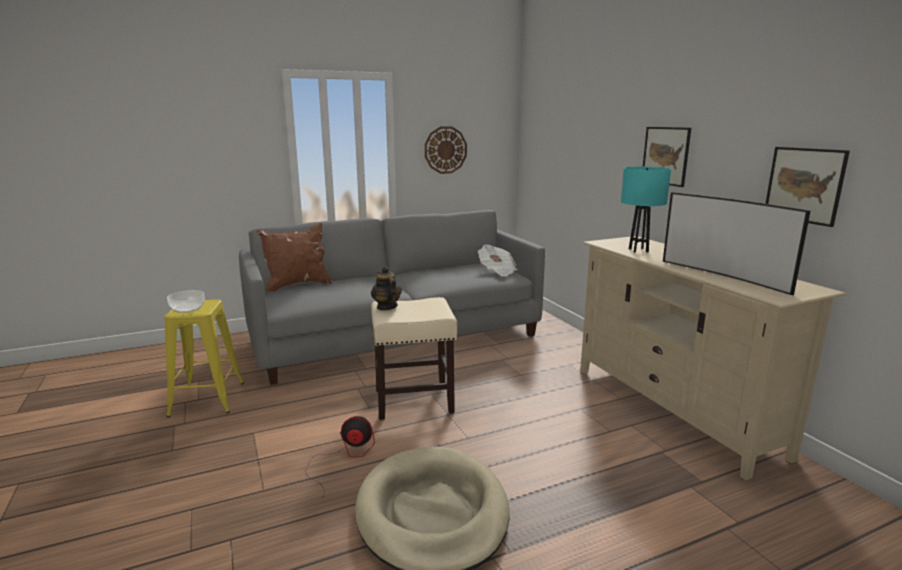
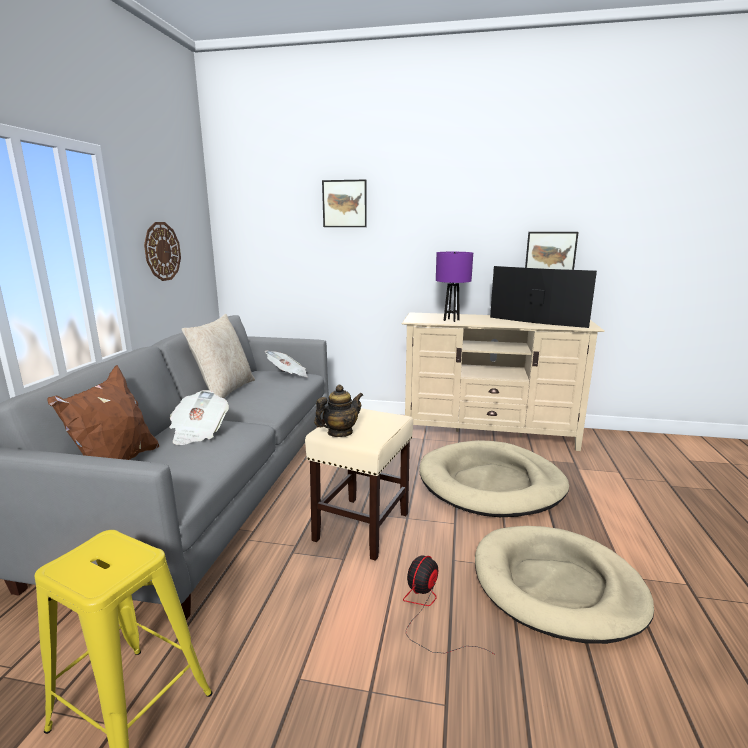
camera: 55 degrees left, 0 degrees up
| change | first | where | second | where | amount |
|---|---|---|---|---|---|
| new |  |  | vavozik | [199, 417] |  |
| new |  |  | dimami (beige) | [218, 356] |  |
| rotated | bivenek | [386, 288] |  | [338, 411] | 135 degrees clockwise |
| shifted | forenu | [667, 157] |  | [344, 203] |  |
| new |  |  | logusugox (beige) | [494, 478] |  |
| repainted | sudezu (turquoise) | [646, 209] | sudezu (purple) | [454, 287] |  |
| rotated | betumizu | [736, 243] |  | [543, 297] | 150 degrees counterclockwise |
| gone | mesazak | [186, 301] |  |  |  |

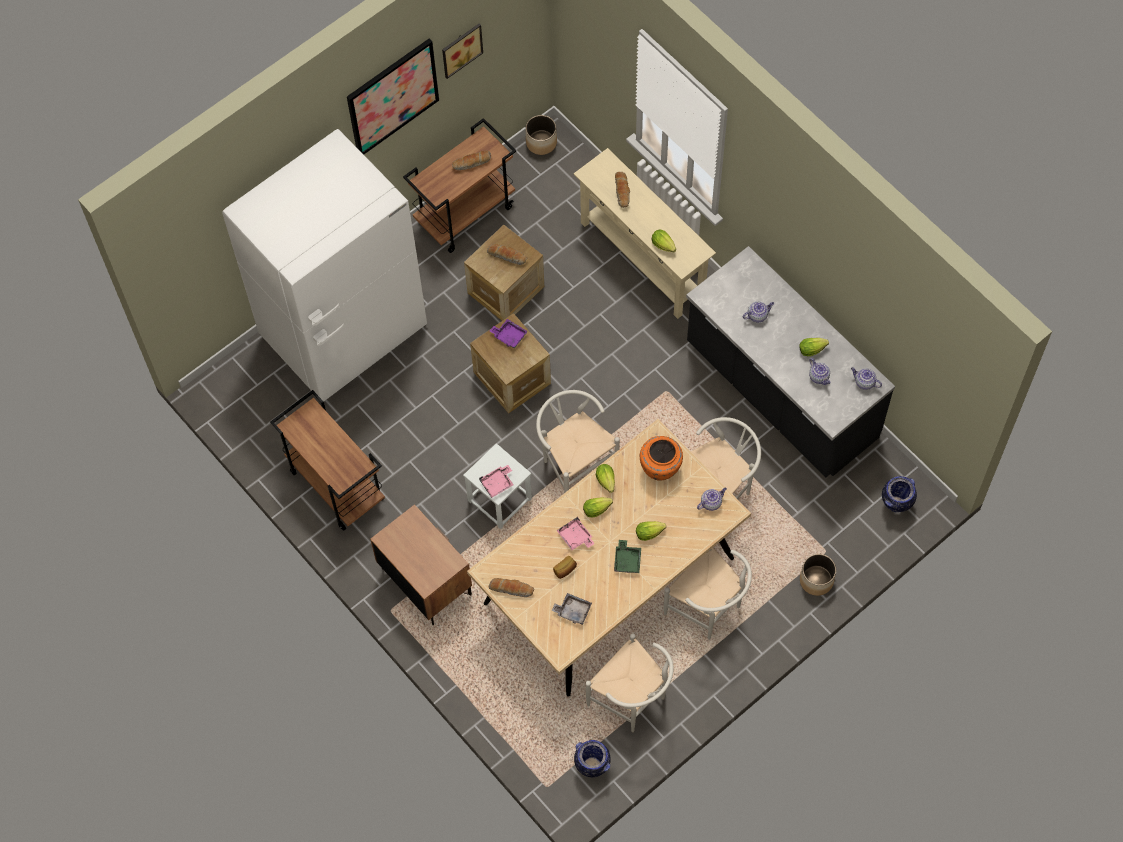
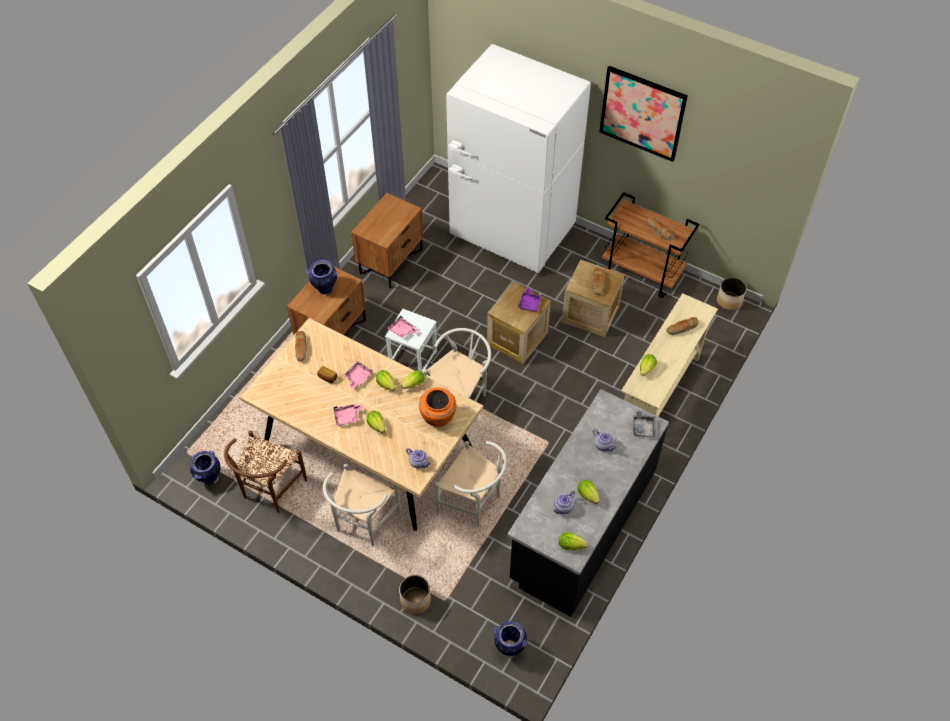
camera: 70 degrees right, 10 degrees down
| change | first | where | second | where | amount |
|---|---|---|---|---|---|
| repainted | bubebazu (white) | [630, 682] | bubebazu (brown) | [265, 472] |  |
| new |  |  | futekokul | [321, 277] |  |
| repainted | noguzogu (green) | [627, 556] | noguzogu (pink) | [348, 415] |  |
| swapped | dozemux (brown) | [327, 460] | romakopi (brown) | [387, 241] |  |
| swapped | bivenek | [866, 378] | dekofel | [573, 541] |  |
| shifted | noguzogu (grey) | [571, 609] |  | [644, 423] |  |
| gone | forenu | [462, 51] |  |  |  |

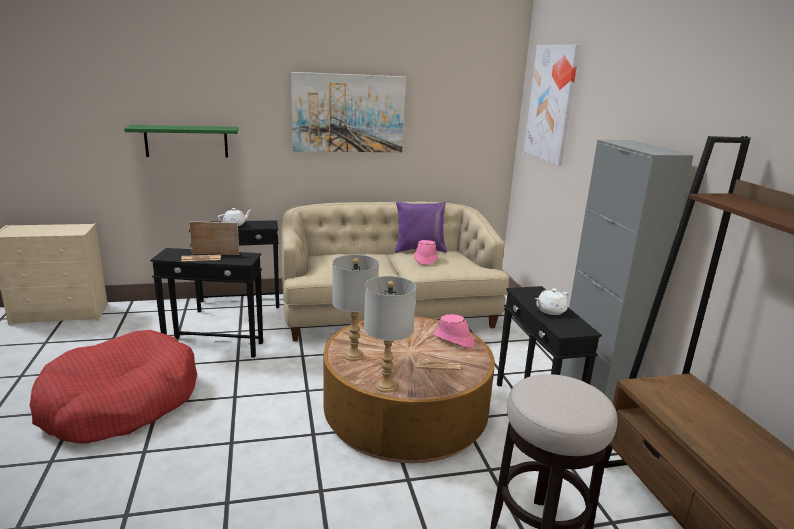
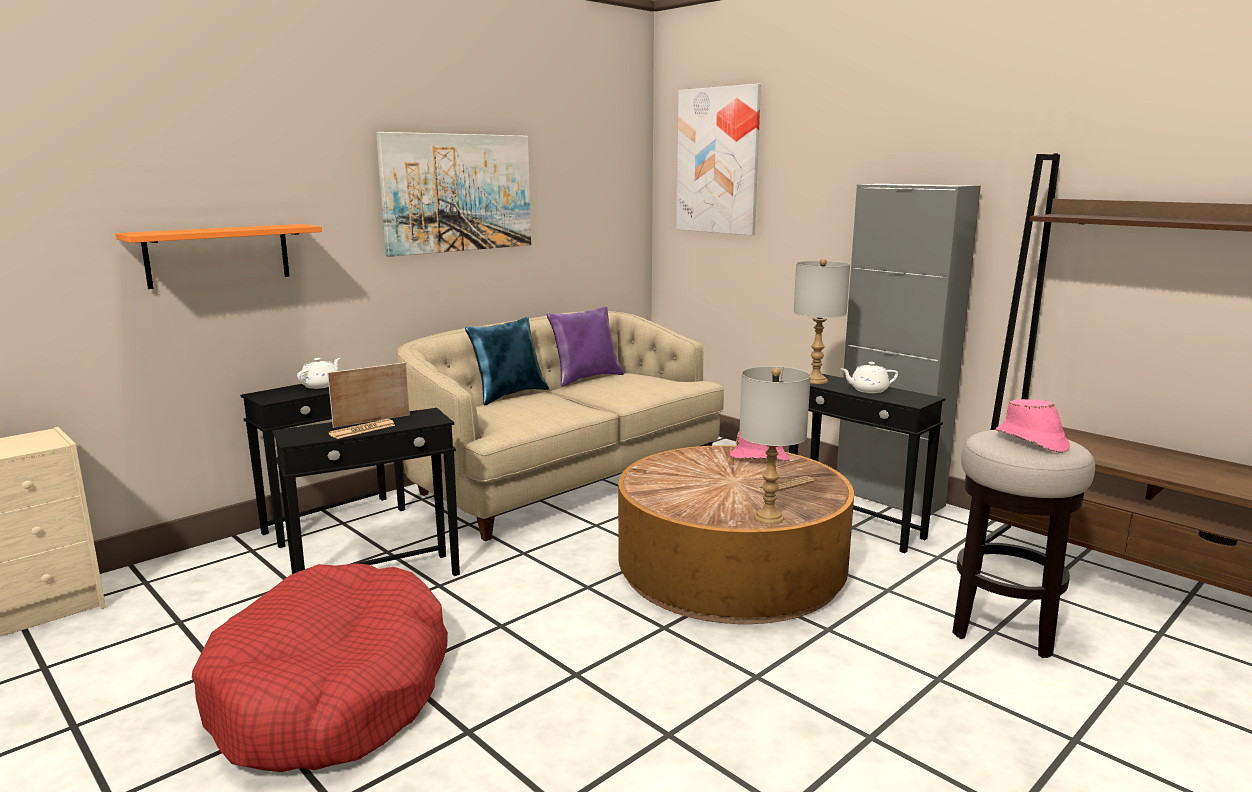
camera: 30 degrees left, 5 degrees down
| change | first | where | second | where | amount |
|---|---|---|---|---|---|
| repainted | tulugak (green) | [181, 141] | tulugak (orange) | [218, 256] |  |
| new |  |  | dimami (blue) | [507, 360] |  |
| shifted | sudezu (grey) | [355, 307] |  | [822, 321] |  |
| rotated | bivenek (white) | [552, 301] |  | [869, 377] | 60 degrees clockwise |
| shifted | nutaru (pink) | [425, 252] |  | [1033, 426] |  |

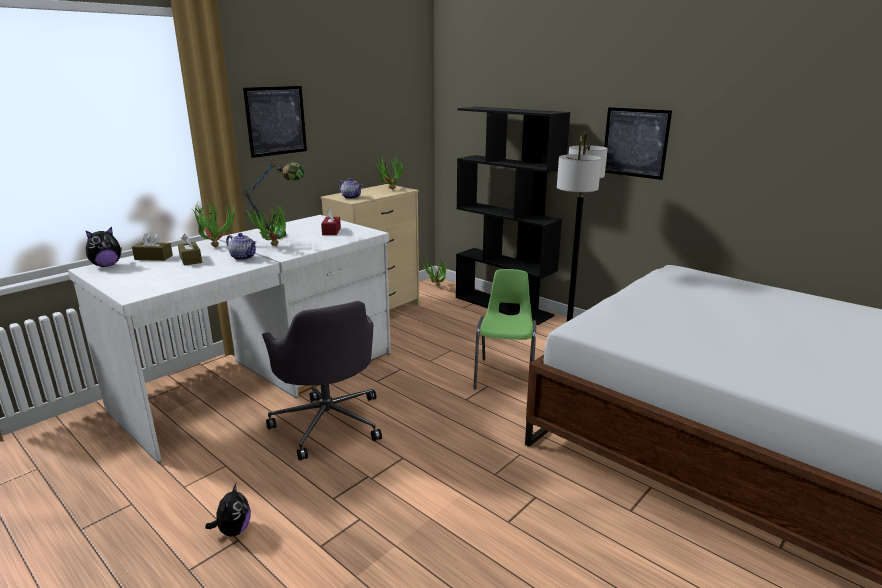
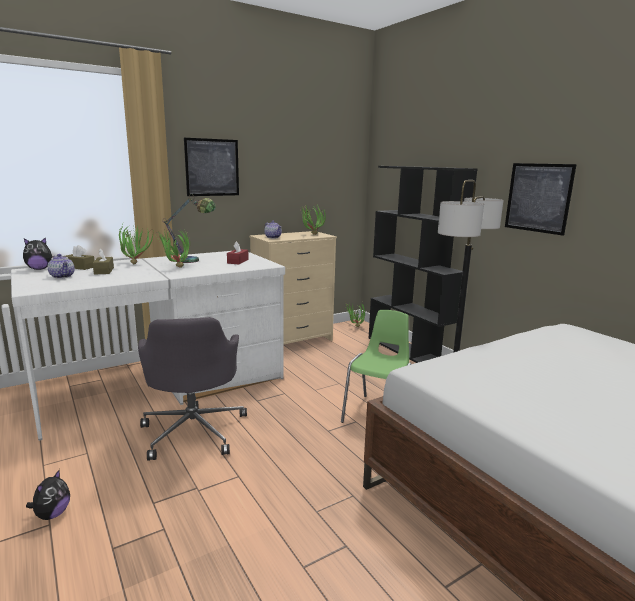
camera: 15 degrees right, 5 degrees down
| change | first | where | second | where | amount |
|---|---|---|---|---|---|
| shifted | bivenek | [241, 246] |  | [61, 266] |  |

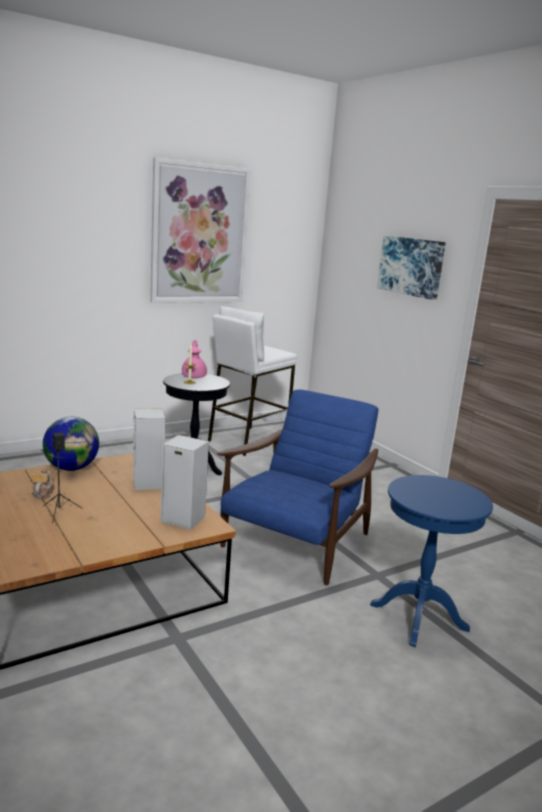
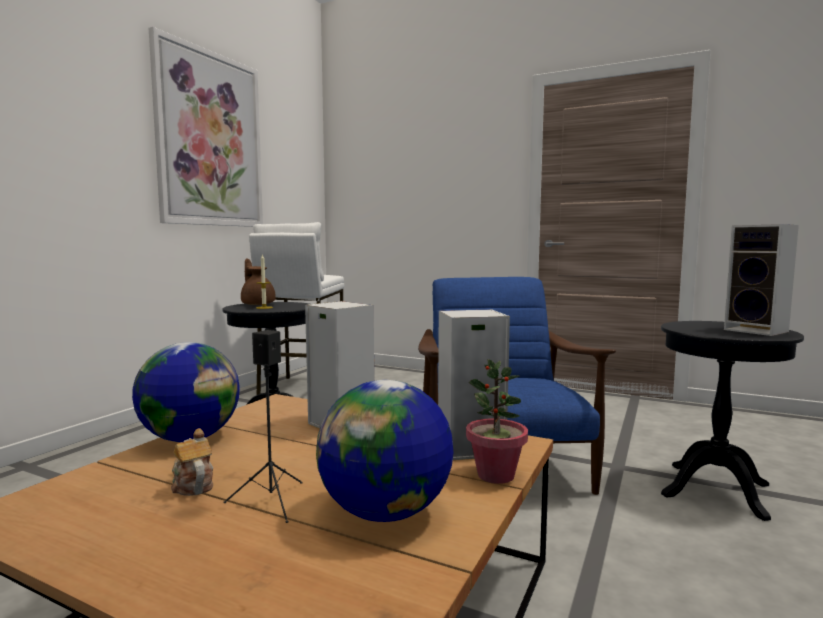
camera: 30 degrees left, 10 degrees down
| change | first | where | second | where | amount |
|---|---|---|---|---|---|
| repainted | bivenek (pink) | [194, 359] | bivenek (brown) | [258, 281] |  |
| new |  |  | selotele | [384, 451] |  |
| new |  |  | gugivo | [497, 421] |  |
| repainted | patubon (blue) | [431, 561] | patubon (black) | [732, 421] |  |
| new |  |  | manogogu | [761, 280] |  |
| gone | forenu | [411, 268] |  |  |  |

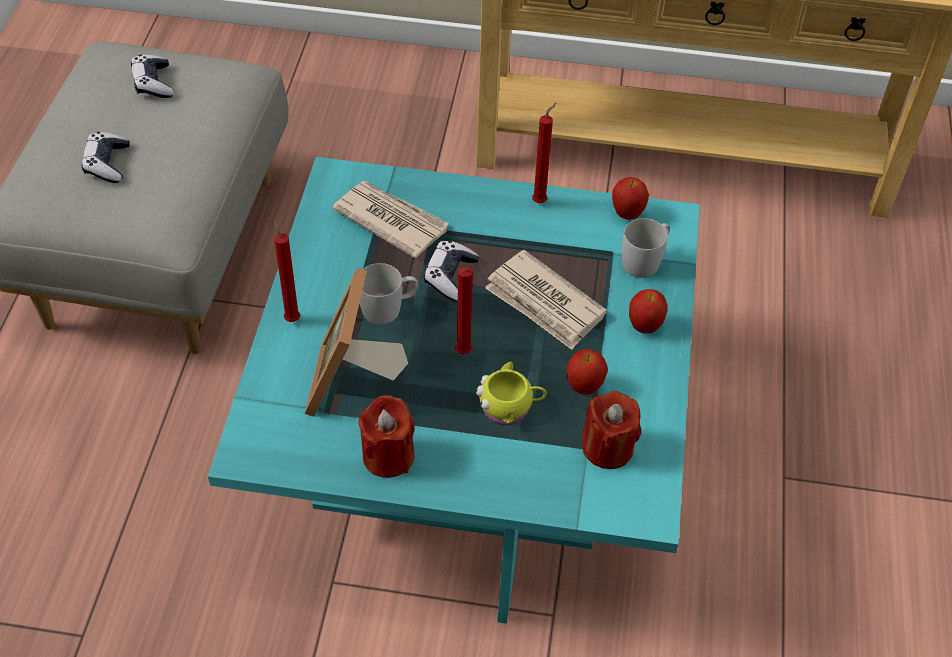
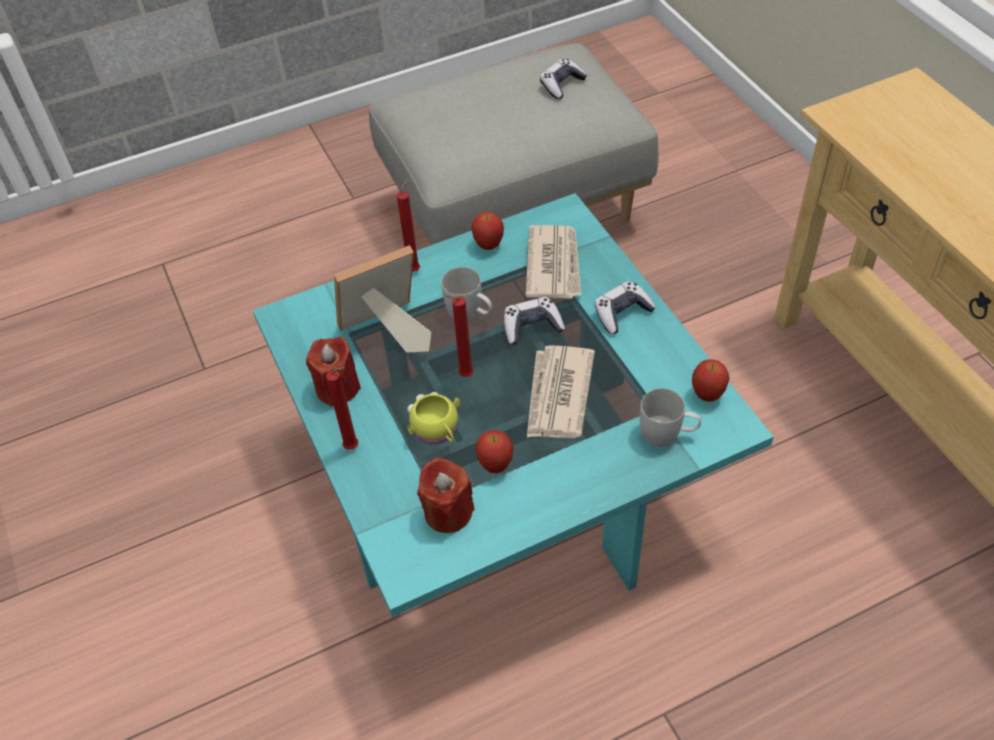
camera: 60 degrees right, 0 degrees up
| change | first | where | second | where | amount |
|---|---|---|---|---|---|
| shifted | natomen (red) | [544, 153] |  | [342, 408] |  |
| shifted | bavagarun | [648, 311] |  | [487, 231] |  |
| shifted | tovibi | [105, 157] |  | [625, 307] |  |

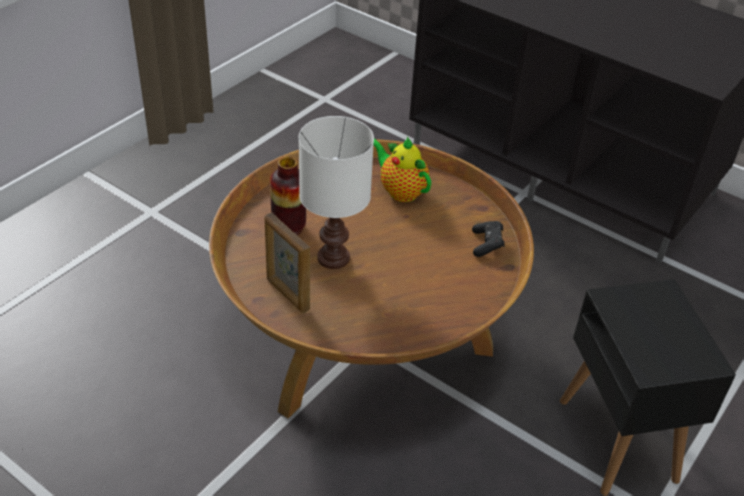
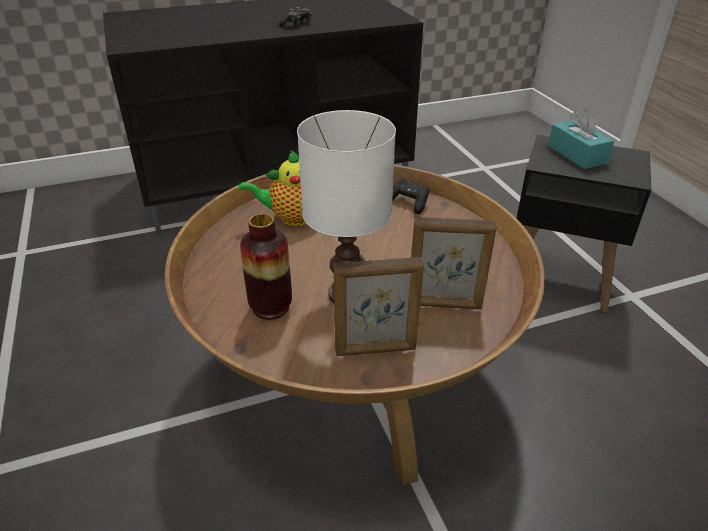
camera: 55 degrees left, 5 degrees down
| change | first | where | second | where | amount |
|---|---|---|---|---|---|
| new |  |  | tovibi | [295, 16] |  |
| new |  |  | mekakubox | [454, 263] |  |
| new |  |  | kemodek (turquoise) | [581, 139] |  |

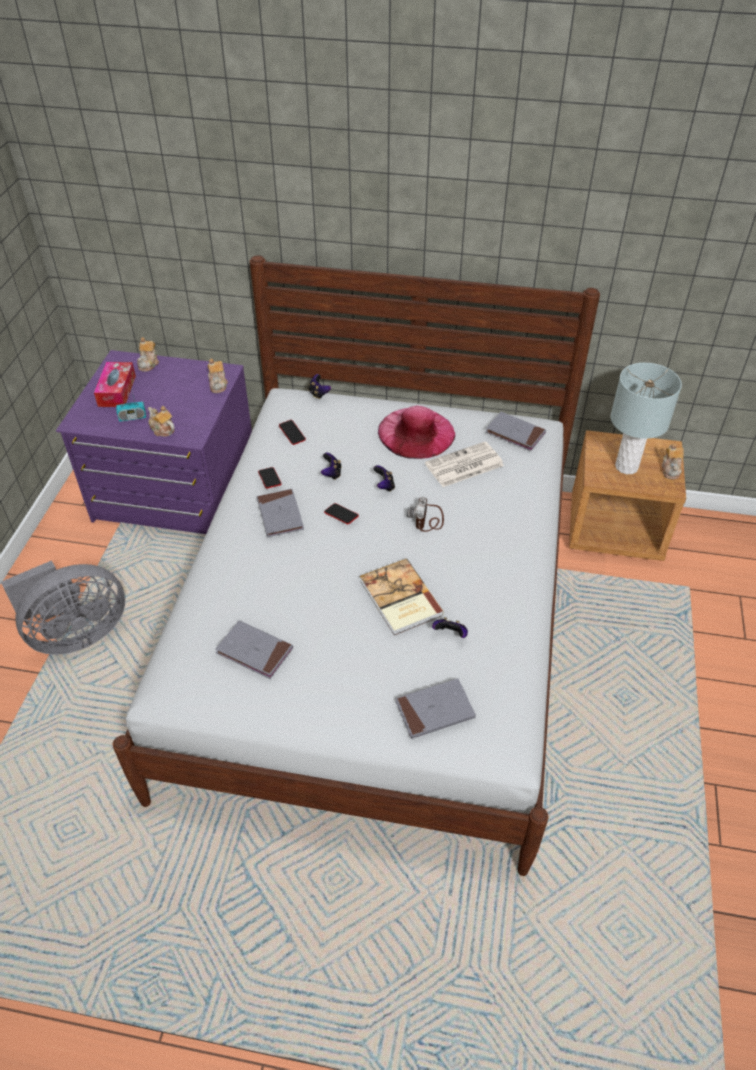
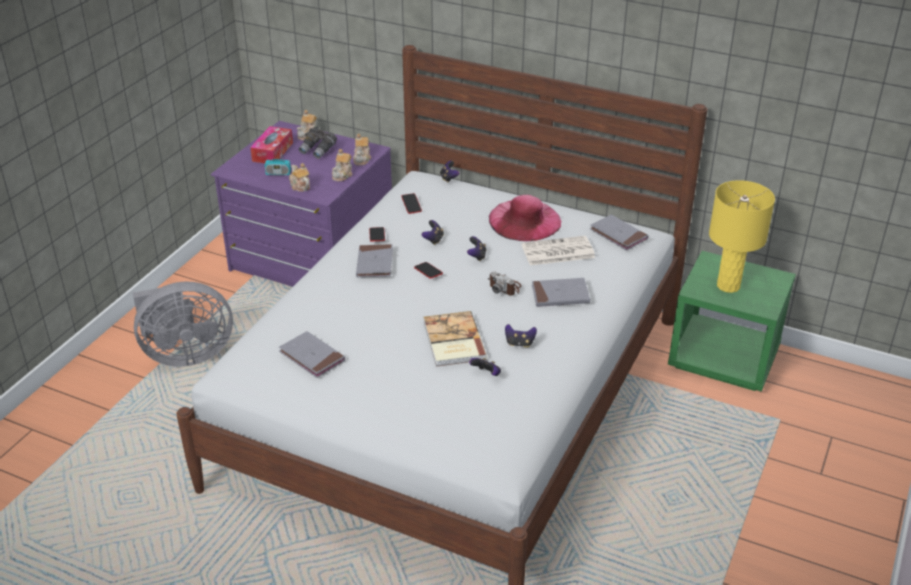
camera: 15 degrees right, 10 degrees down
| change | first | where | second | where | amount |
|---|---|---|---|---|---|
| new |  |  | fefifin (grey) | [318, 142] |  |
| shifted | bivenek | [673, 461] |  | [342, 165] |  |
| rotated | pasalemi | [425, 514] |  | [504, 283] | 75 degrees counterclockwise |
| new |  |  | tovibi | [521, 336] |  |
| shifted | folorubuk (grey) | [436, 708] |  | [561, 292] |  |
| repainted | romakopi (brown) | [627, 495] | romakopi (green) | [732, 321] |  |
| repainted | sudezu (grey) | [646, 418] | sudezu (yellow) | [742, 236] |  |

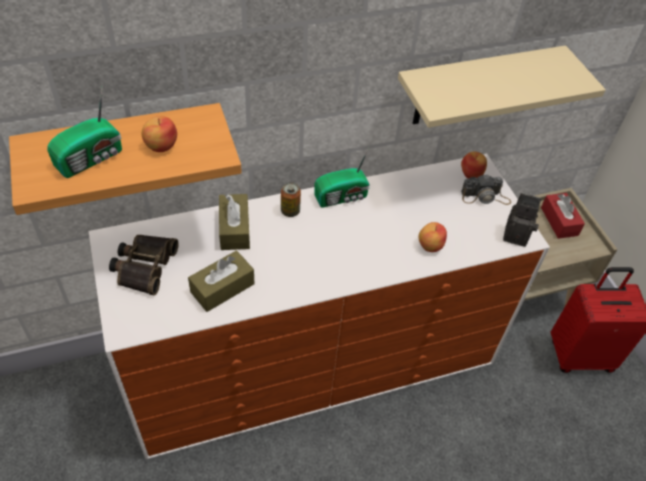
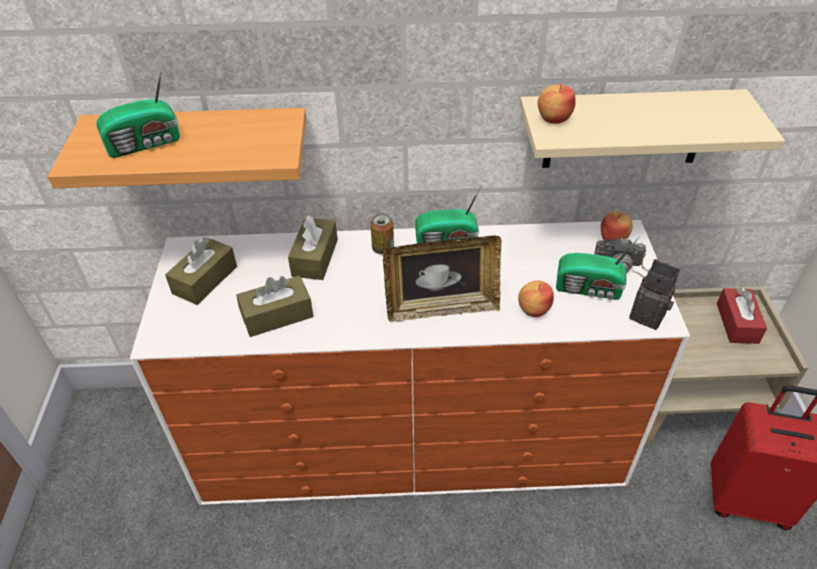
camera: 20 degrees right, 5 degrees down
| change | first | where | second | where | amount |
|---|---|---|---|---|---|
| swapped | fefifin | [144, 265] | kemodek (brown) | [201, 271] |  |
| new |  |  | mekakubox | [442, 278] |  |
| shifted | bavagarun | [159, 134] |  | [557, 104] |  |
| new |  |  | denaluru | [598, 268] |  |

